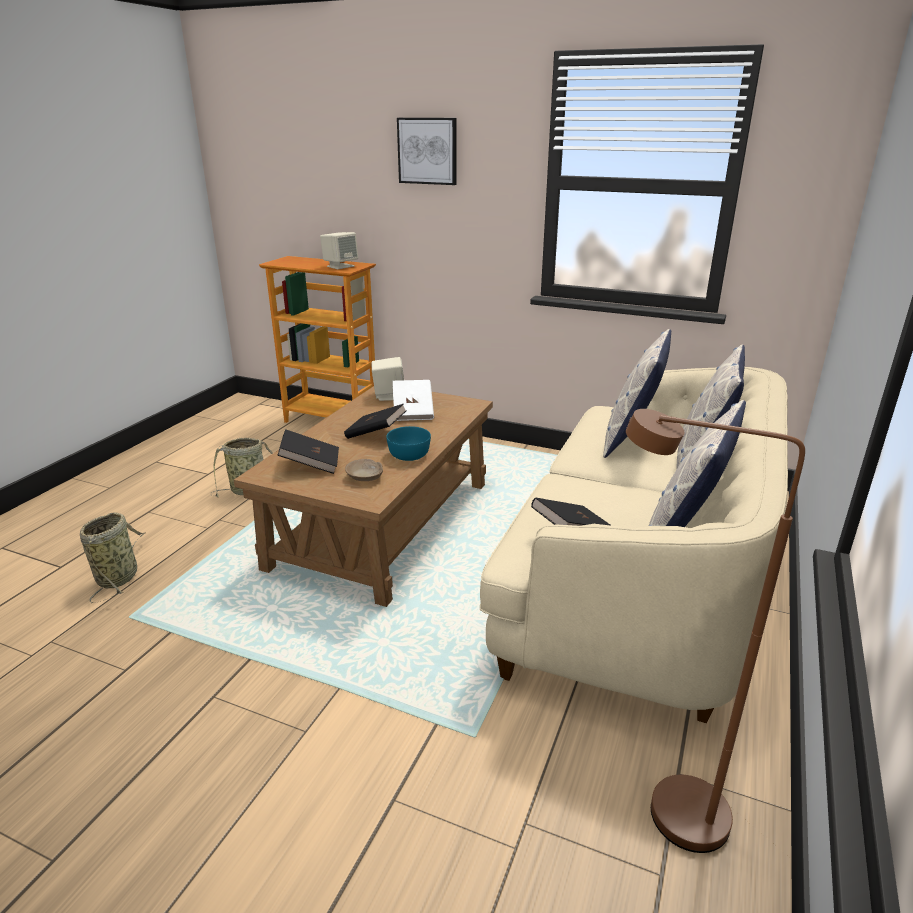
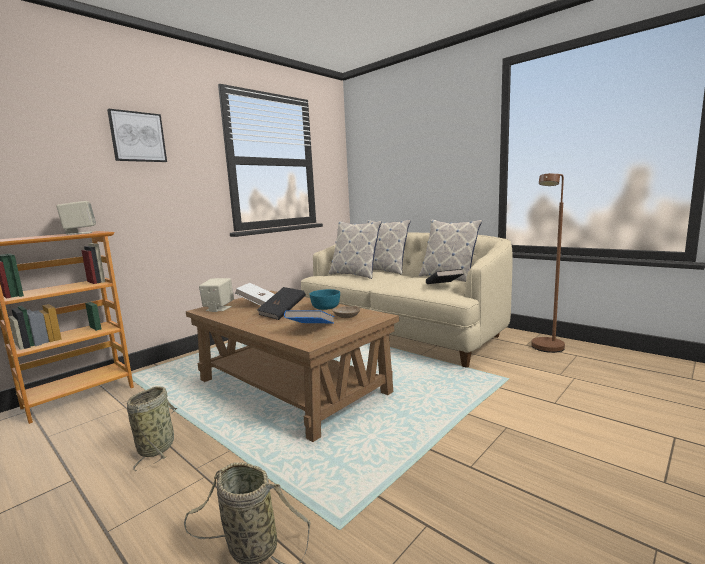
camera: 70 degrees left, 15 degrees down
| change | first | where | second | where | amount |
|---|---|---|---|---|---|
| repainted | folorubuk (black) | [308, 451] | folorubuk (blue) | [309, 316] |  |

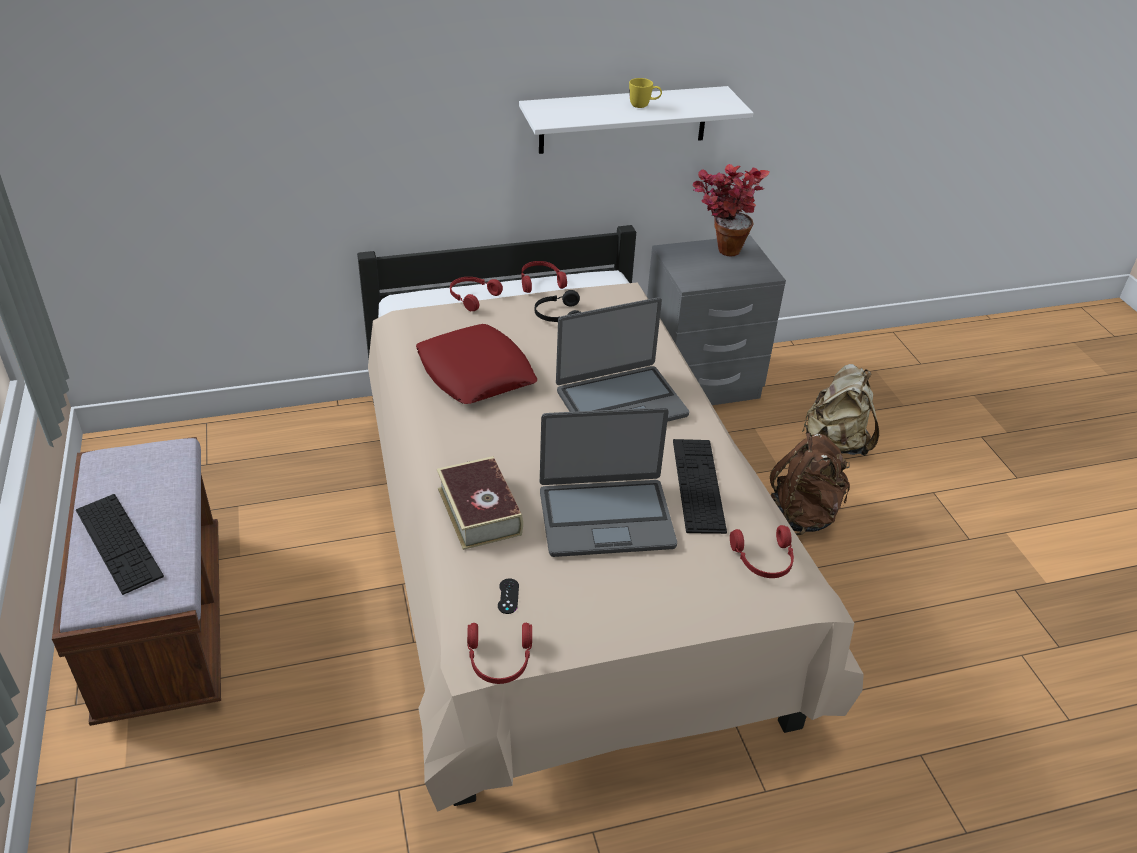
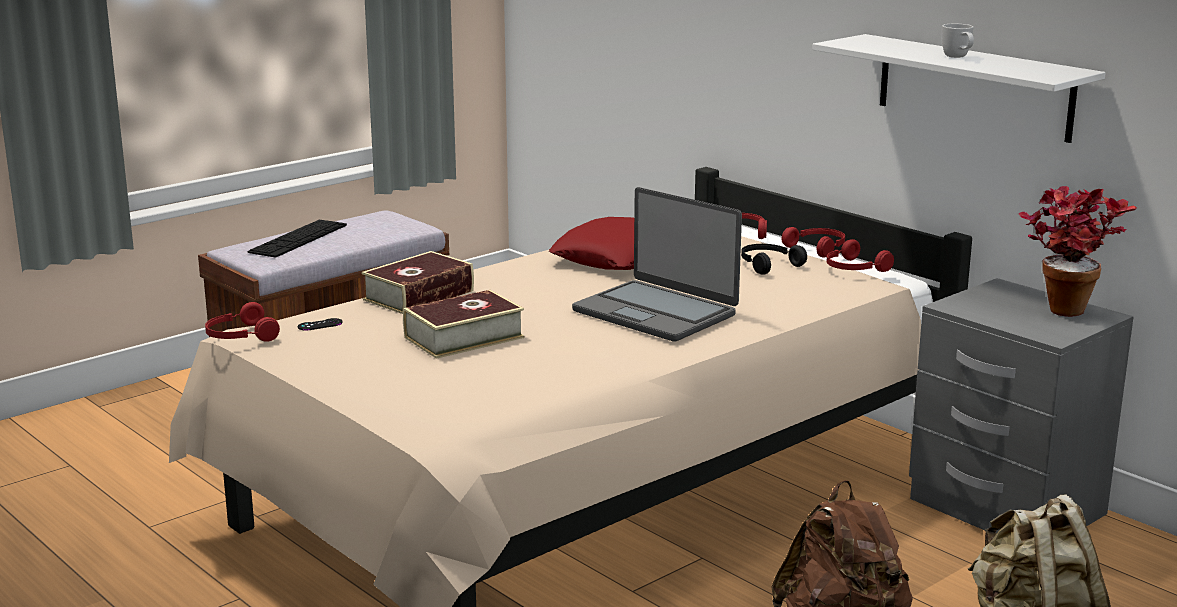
camera: 65 degrees right, 20 degrees down
| change | first | where | second | where | amount |
|---|---|---|---|---|---|
| swapped | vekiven | [608, 482] | folorubuk | [464, 324] |  |
| shifted | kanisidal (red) | [762, 551] |  | [860, 255] |  |
| repainted | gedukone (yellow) | [645, 93] | gedukone (white) | [958, 41] |  |
| gone | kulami | [700, 486] |  |  |  |

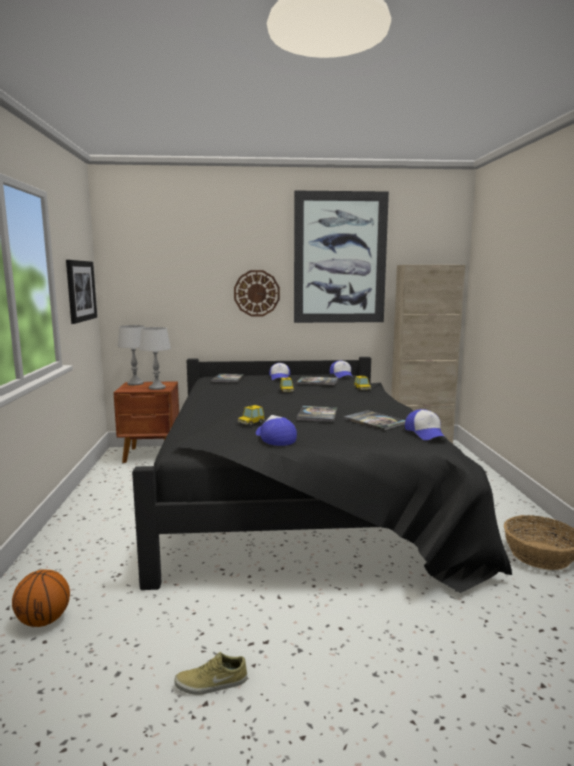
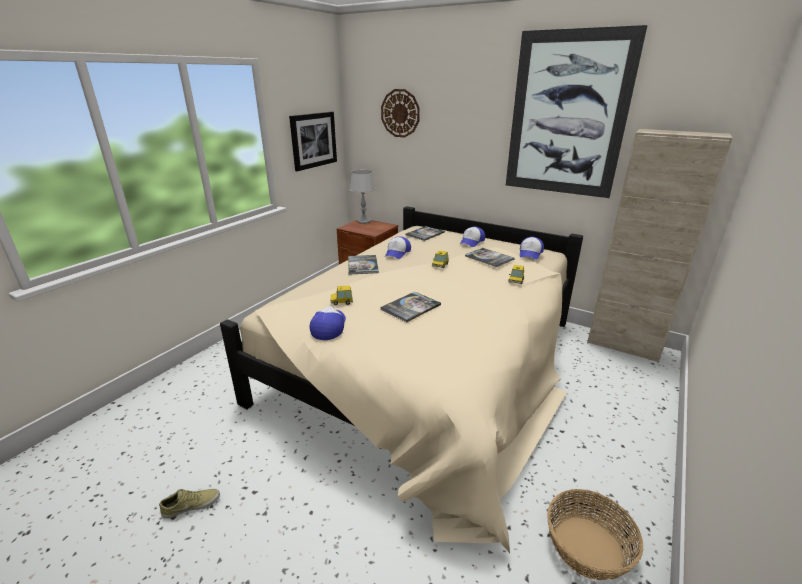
camera: 35 degrees right, 15 degrees up
| change | first | where | second | where | amount |
|---|---|---|---|---|---|
| rotated | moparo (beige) | [211, 673] |  | [189, 503] | 135 degrees clockwise |
| repainted | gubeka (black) | [322, 475] | gubeka (beige) | [401, 379] |  |
| shifted | folorubuk | [374, 420] |  | [363, 265] |  |
| shifted | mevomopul | [257, 293] |  | [400, 113] |  |
| shifted | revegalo | [425, 424] |  | [398, 247] |  |
| gone | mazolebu | [41, 598] |  |  |  |
| gone | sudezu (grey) | [155, 358] |  |  |  |

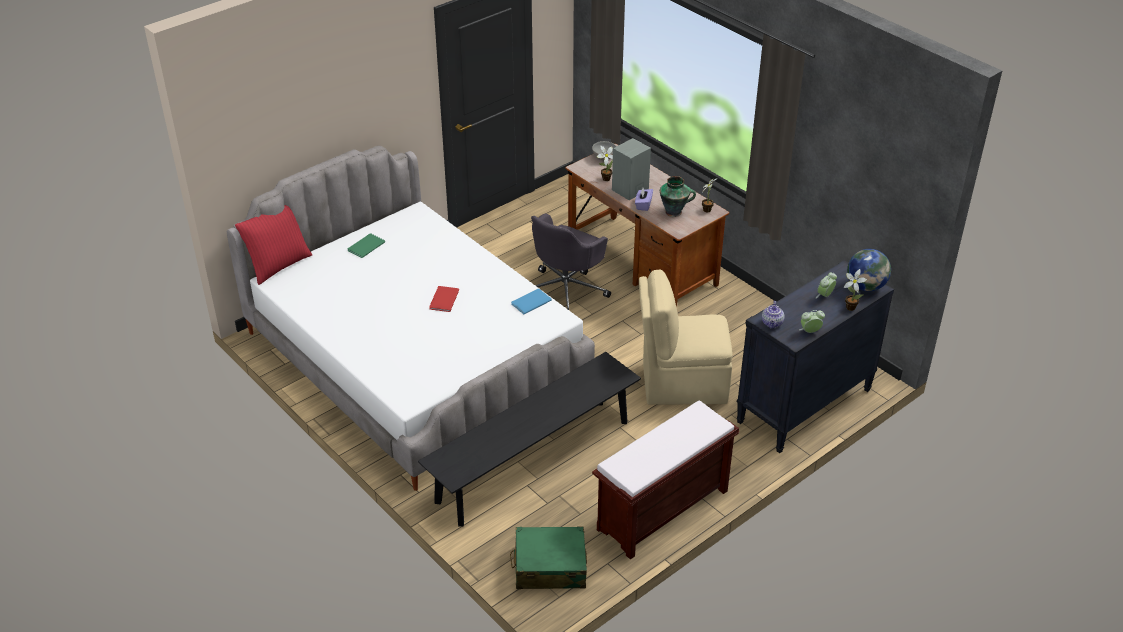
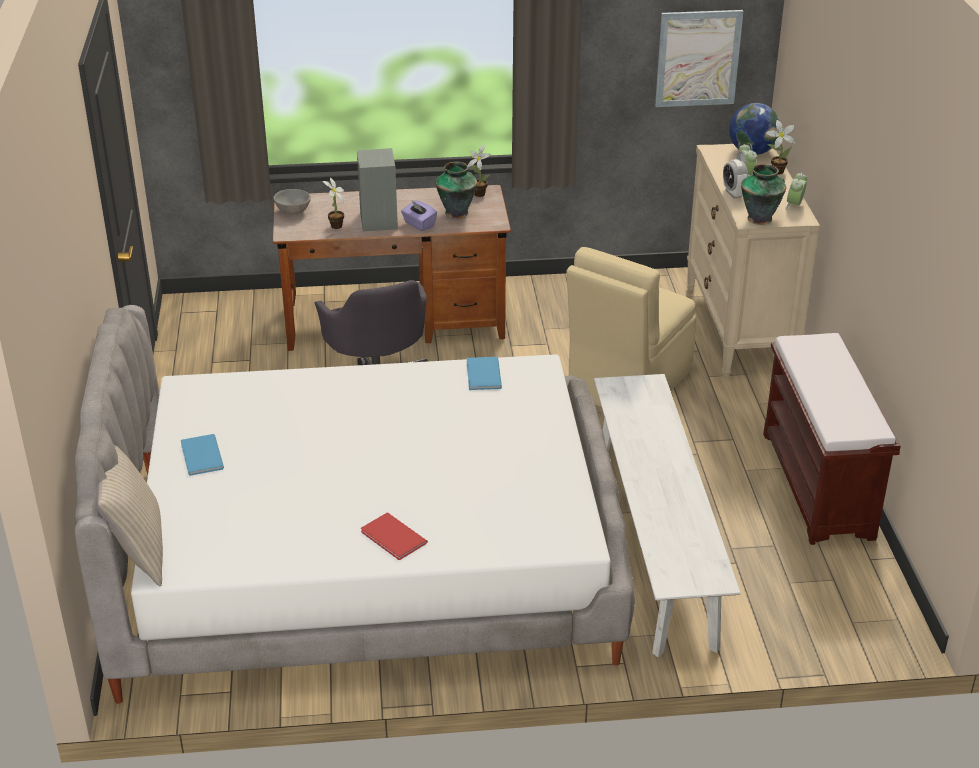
camera: 55 degrees left, 5 degrees down
| change | first | where | second | where | amount |
|---|---|---|---|---|---|
| repainted | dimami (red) | [274, 245] | dimami (beige) | [129, 515] |  |
| repainted | folorubuk (green) | [366, 245] | folorubuk (blue) | [202, 455] |  |
| shifted | folorubuk (red) | [444, 299] |  | [394, 536] |  |
| repainted | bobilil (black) | [529, 439] | bobilil (white) | [667, 515] |  |
| new |  |  | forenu | [699, 58] |  |
| repainted | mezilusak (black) | [815, 356] | mezilusak (beige) | [753, 261] |  |
| new |  |  | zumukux | [735, 179] |  |
| swapped | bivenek | [773, 315] | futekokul | [763, 194] |  |
| gone | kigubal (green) | [548, 557] |  |  |  |

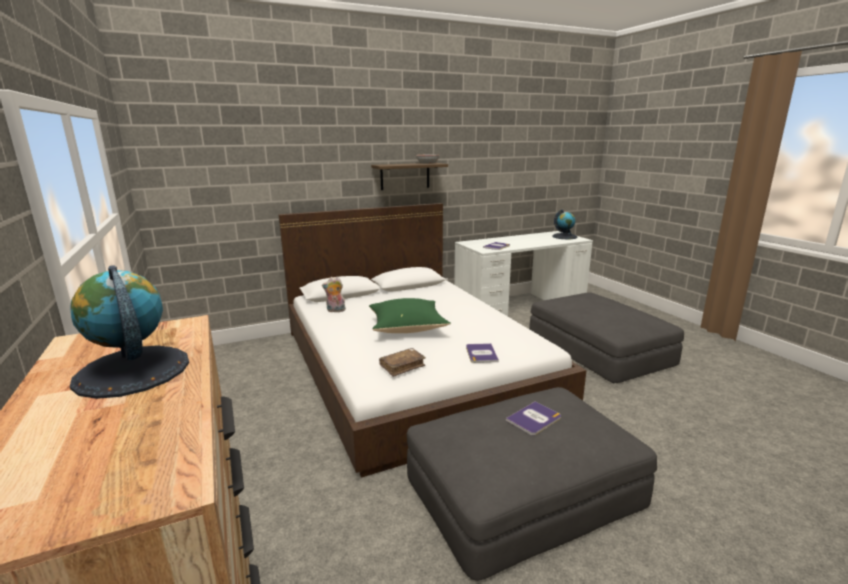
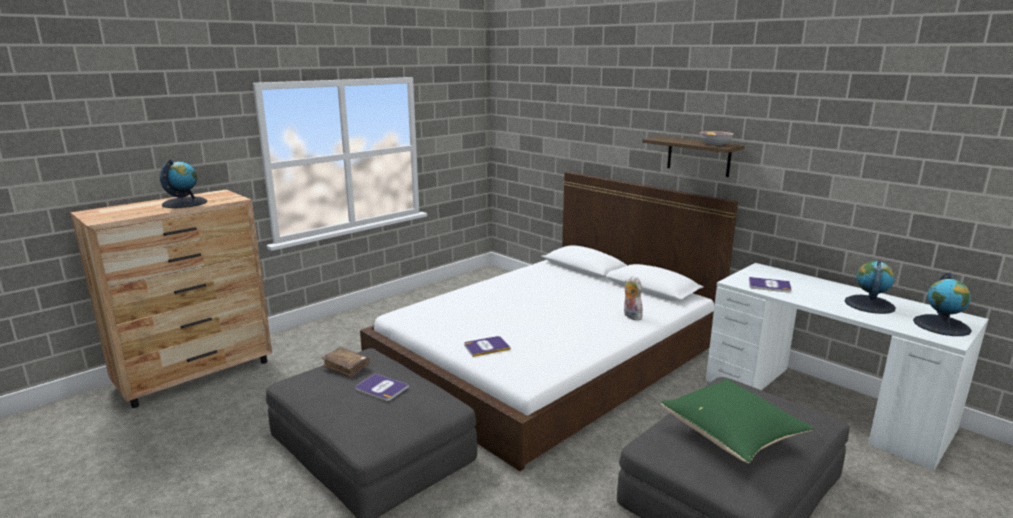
camera: 70 degrees right, 0 degrees up
| change | first | where | second | where | amount |
|---|---|---|---|---|---|
| shifted | folorubuk (brown) | [402, 362] |  | [345, 362] |  |
| shifted | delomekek | [334, 294] |  | [633, 298] |  |
| shifted | dimami (green) | [410, 315] |  | [737, 421] |  |
| new |  |  | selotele | [870, 287] |  |

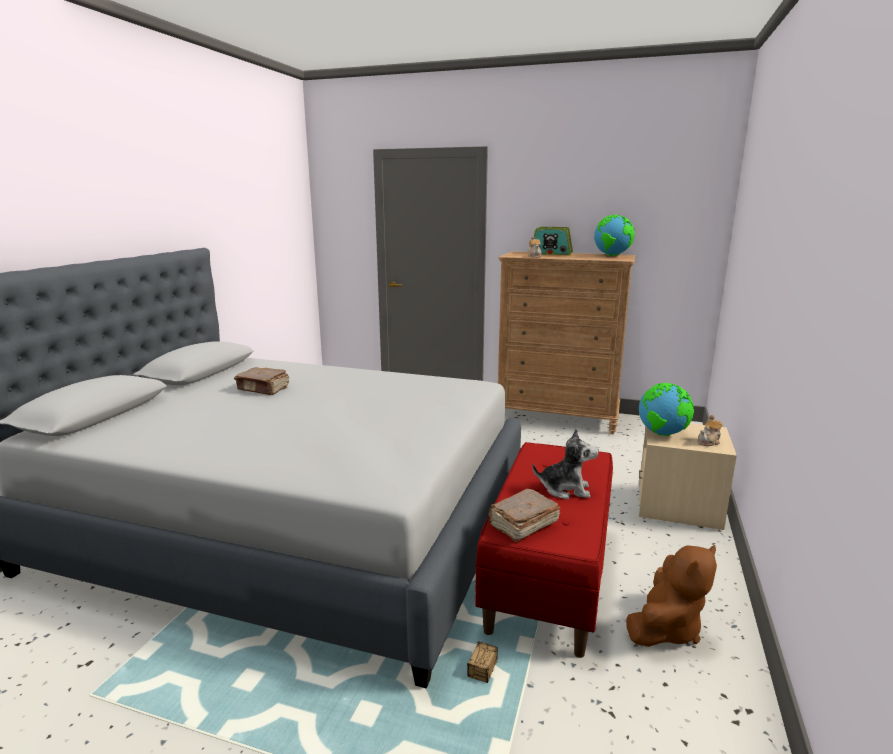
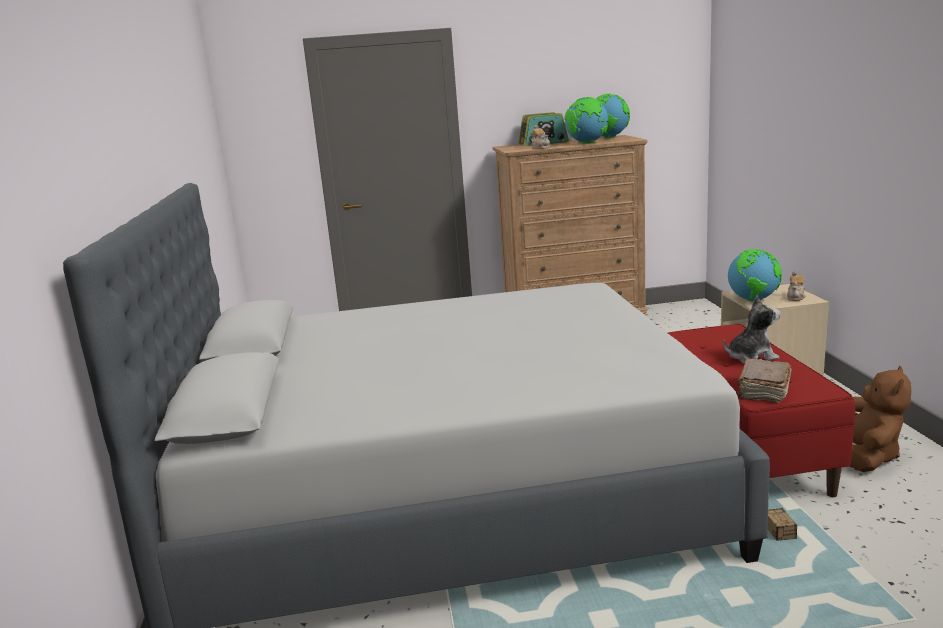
camera: 25 degrees left, 0 degrees up
| change | first | where | second | where | amount |
|---|---|---|---|---|---|
| new |  |  | selotele | [586, 120] |  |
| gone | folorubuk (brown) | [261, 381] |  |  |  |

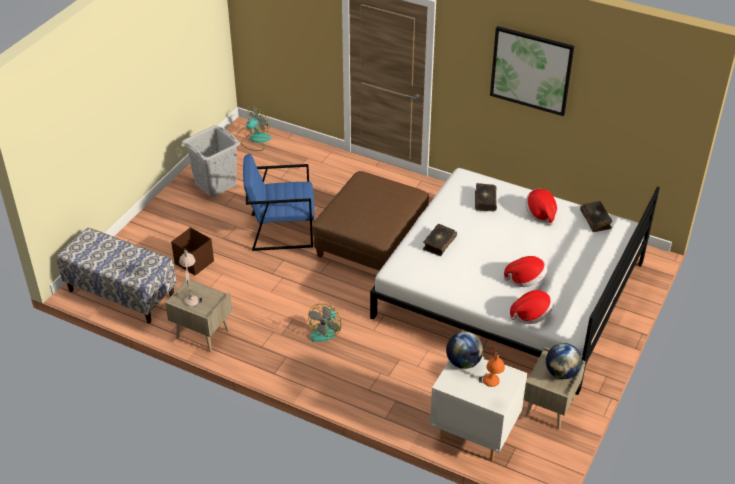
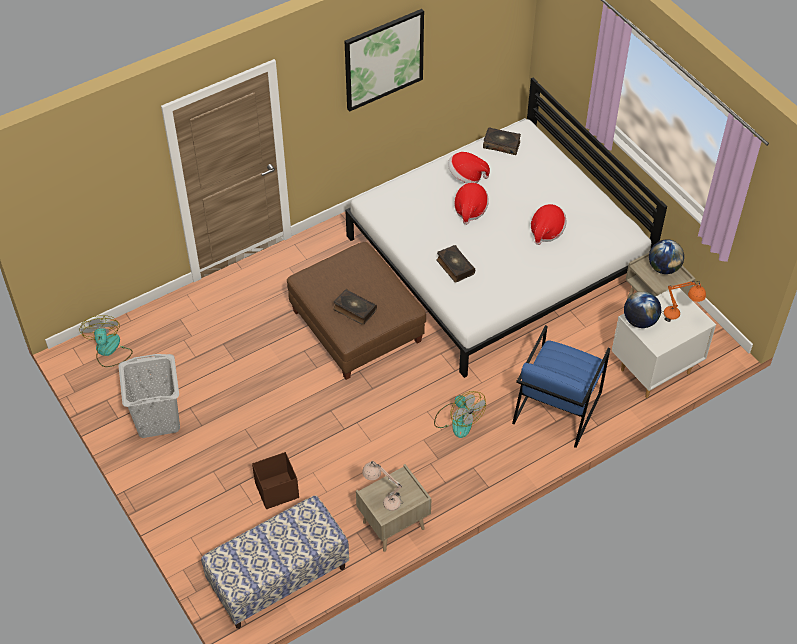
camera: 60 degrees left, 10 degrees up
| change | first | where | second | where | amount |
|---|---|---|---|---|---|
| shifted | folorubuk | [486, 197] |  | [355, 307] |  |
| shifted | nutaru | [531, 307] |  | [471, 203] |  |
| shifted | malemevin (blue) | [278, 202] |  | [561, 386] |  |

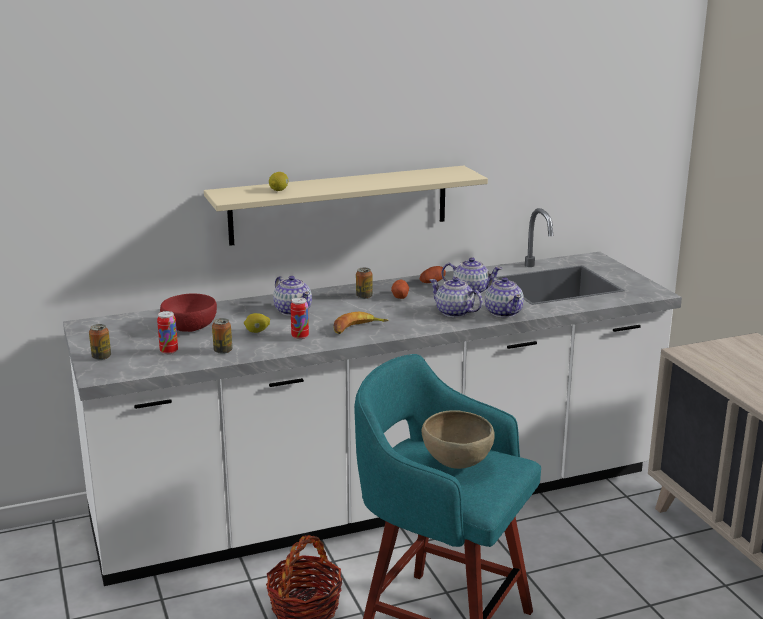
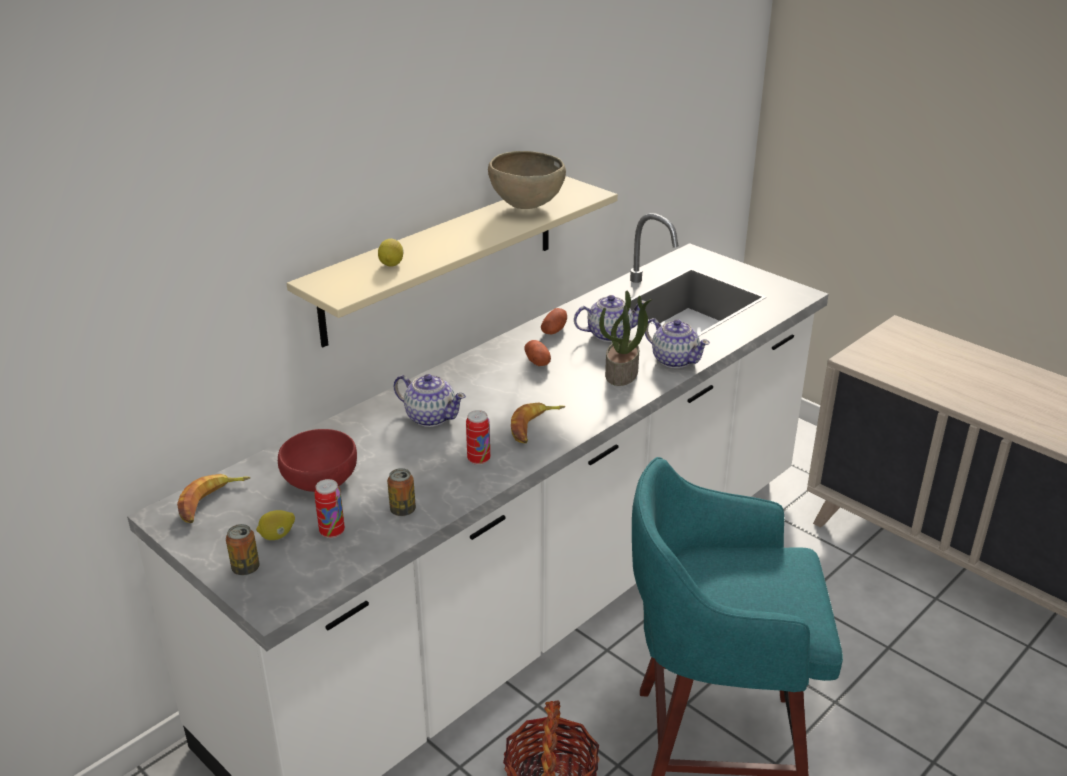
camera: 25 degrees left, 10 degrees up
| change | first | where | second | where | amount |
|---|---|---|---|---|---|
| new |  |  | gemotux | [214, 498] |  |
| shifted | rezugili | [257, 323] |  | [275, 525] |  |
| shifted | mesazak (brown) | [458, 439] |  | [527, 180] |  |
| swapped | bivenek | [456, 297] | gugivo | [626, 338] |  |
| gone | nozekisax | [364, 283] |  |  |  |

